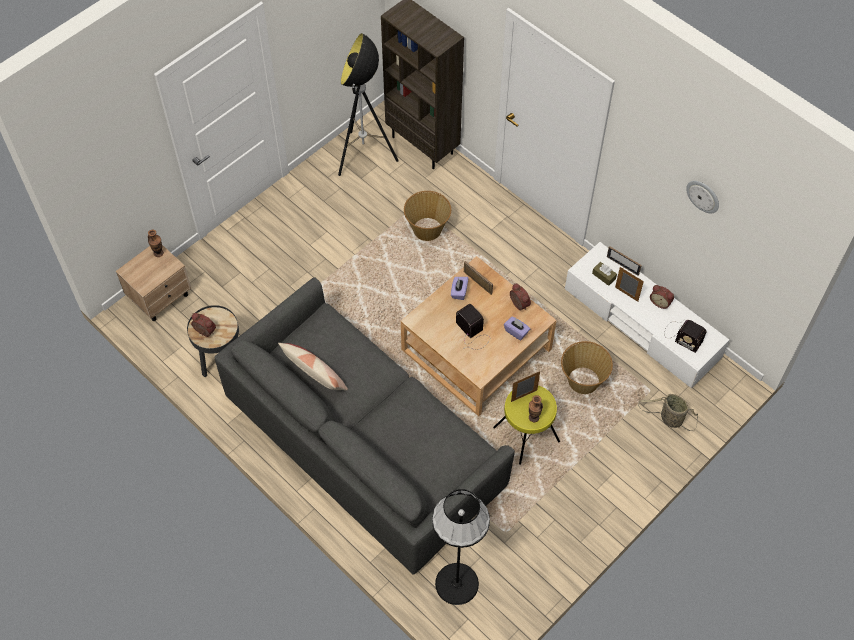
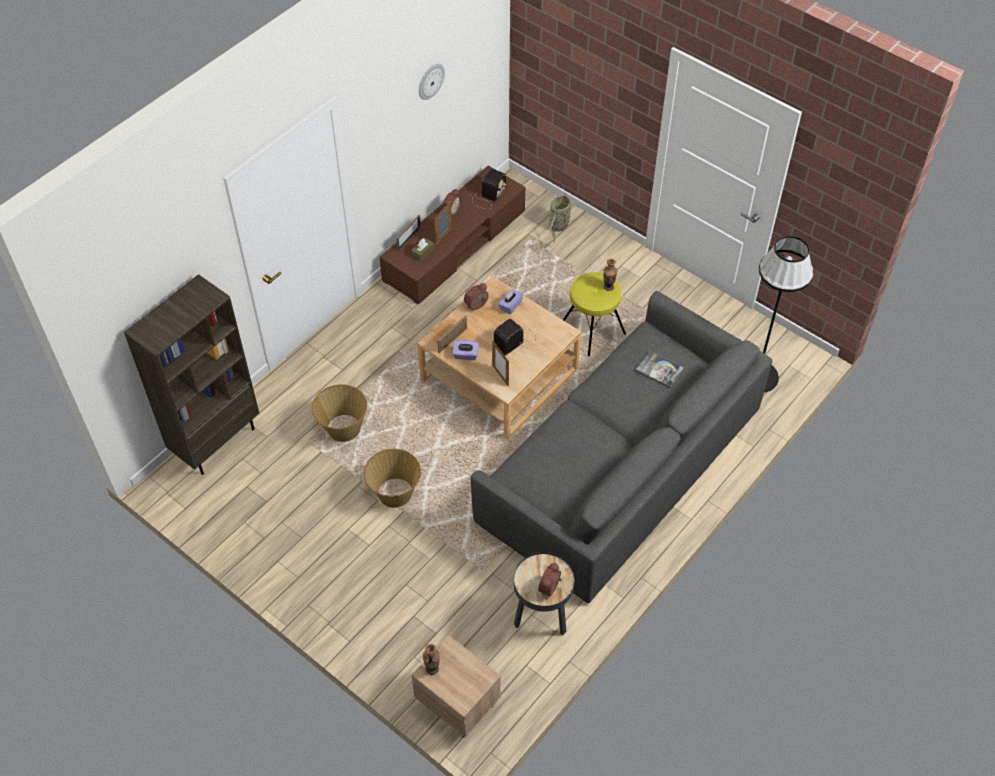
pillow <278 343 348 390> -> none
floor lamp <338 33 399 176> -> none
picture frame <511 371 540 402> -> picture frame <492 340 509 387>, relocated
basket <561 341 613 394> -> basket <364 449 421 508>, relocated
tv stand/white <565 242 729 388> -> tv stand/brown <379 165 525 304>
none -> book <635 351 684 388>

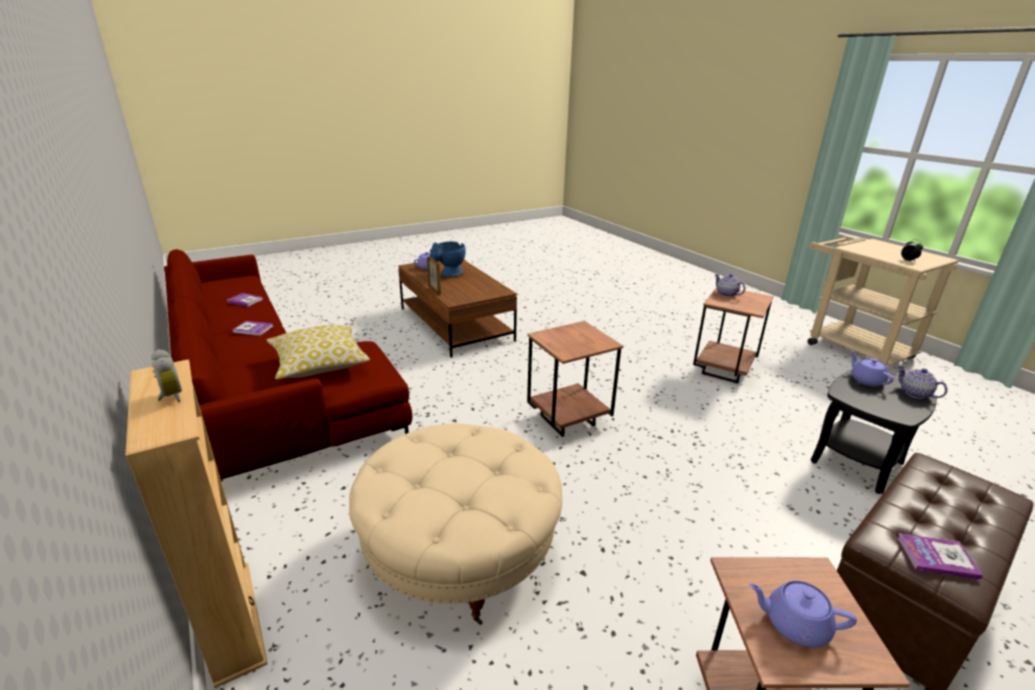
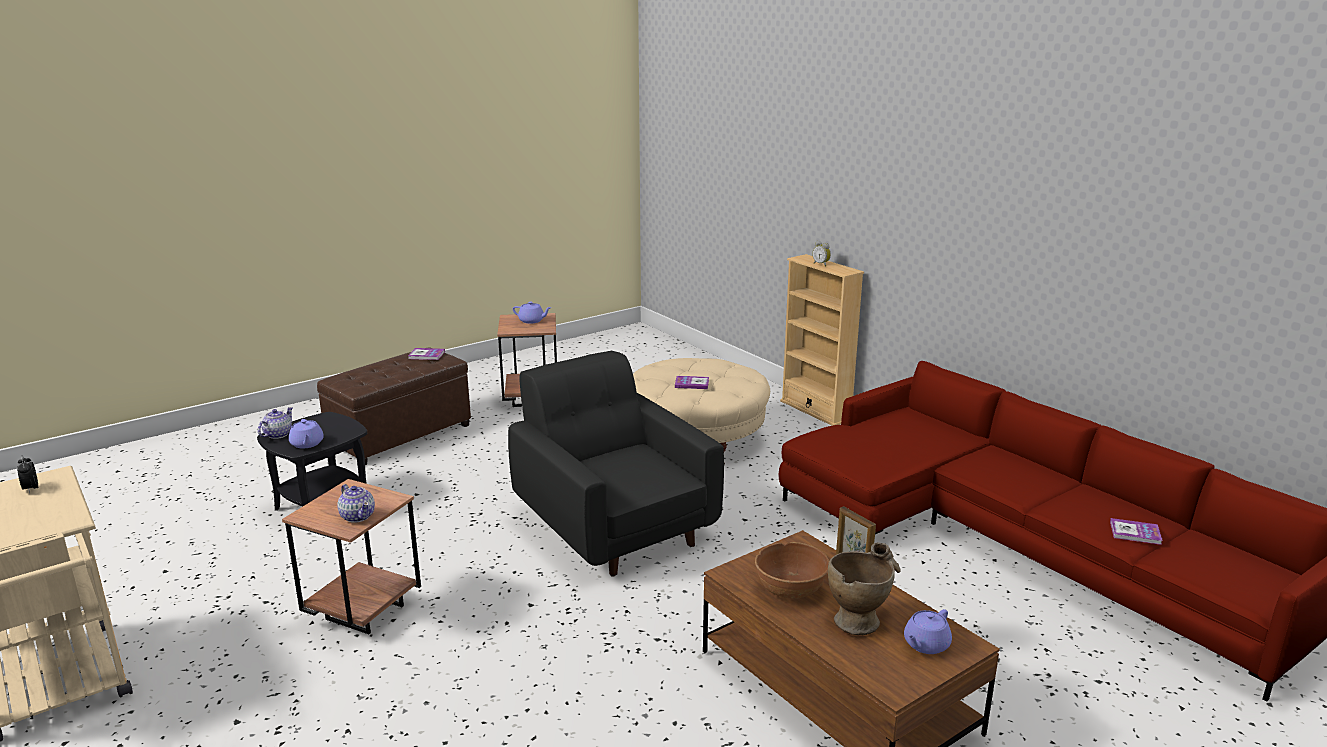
book <233 321 274 336> -> book <675 376 709 389>, relocated
pillow <267 325 370 379> -> none
vase/blue <430 241 466 277> -> vase/beige <828 542 901 635>
side table/brown <527 321 623 437> -> armchair/black <508 351 724 577>
teapot <897 365 948 399> -> teapot <258 407 293 439>, 120 degrees counterclockwise
none -> bowl/brown <755 542 829 599>

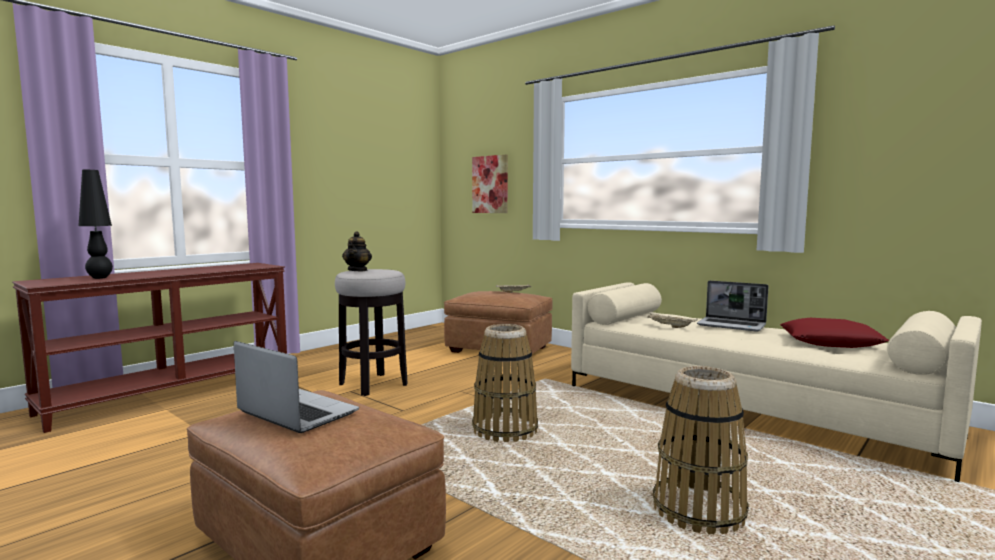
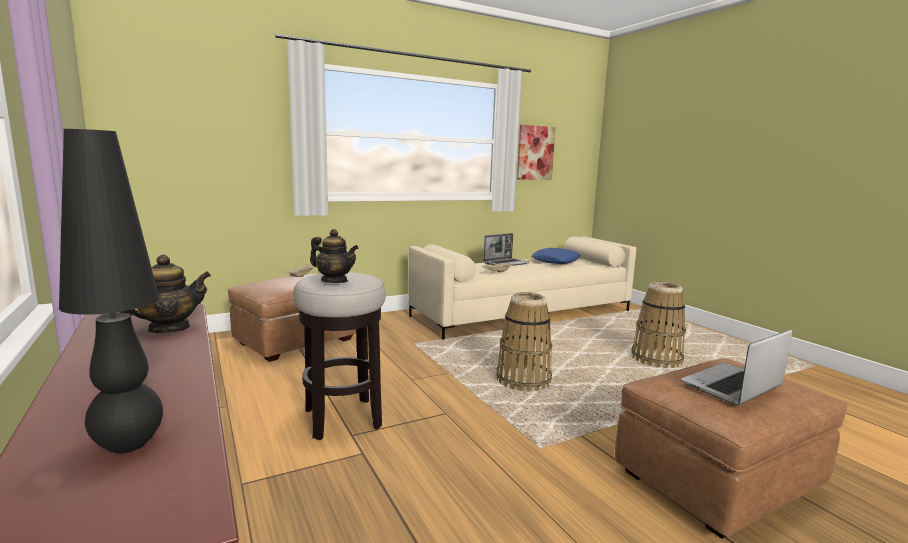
picture <472 155 508 213> -> picture <517 125 556 180>, relocated
pillow/red <780 318 889 348> -> pillow/blue <531 248 580 264>
none -> teapot <120 254 211 333>

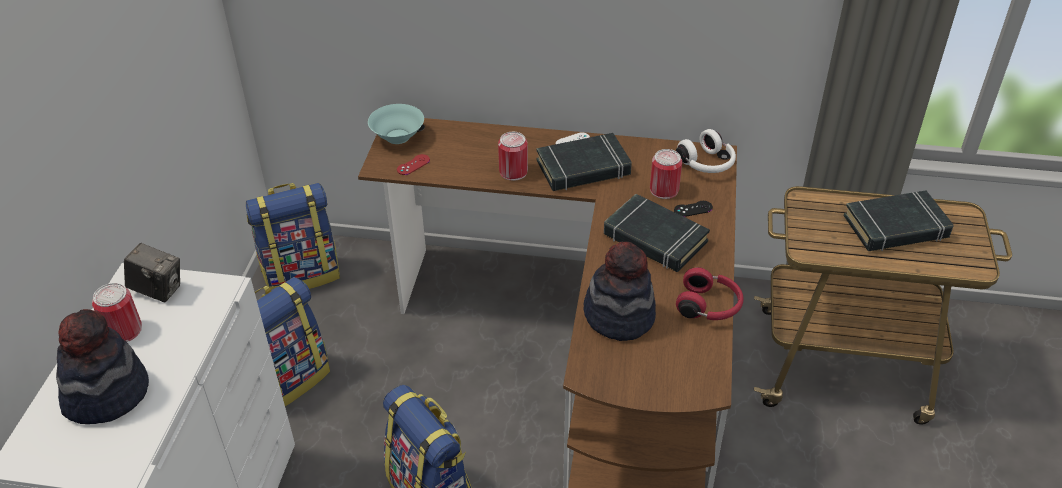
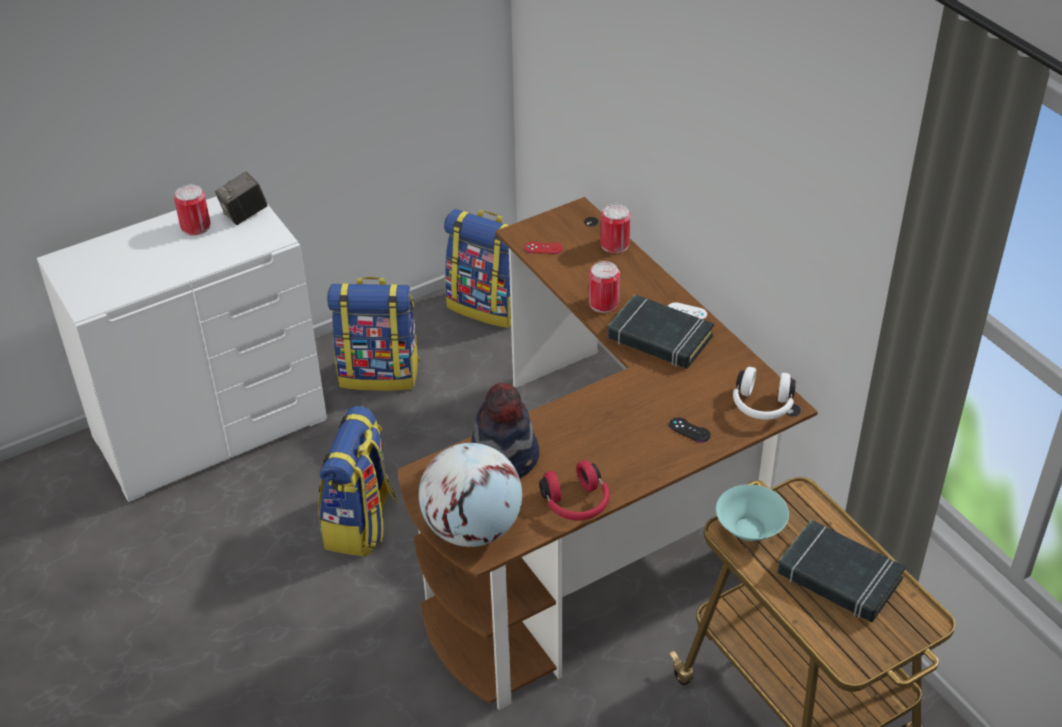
hat <56 309 149 424> -> none
photo camera <124 243 180 302> -> photo camera <215 172 268 225>, 75 degrees clockwise
bowl/turquoise <368 104 424 144> -> bowl/turquoise <716 484 789 541>, relocated
book/black <604 194 710 272> -> none
can <650 149 682 199> -> can <601 204 631 253>, relocated
none -> globe <419 443 522 547>

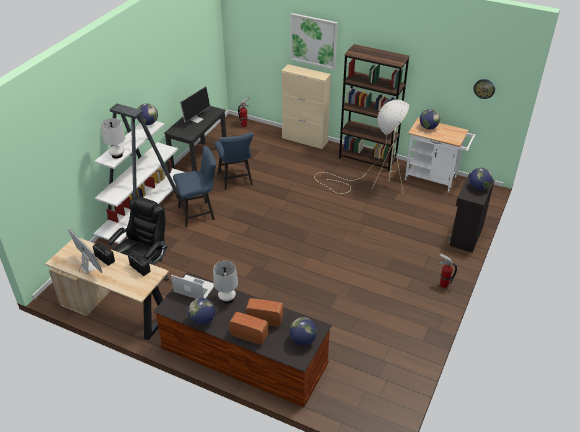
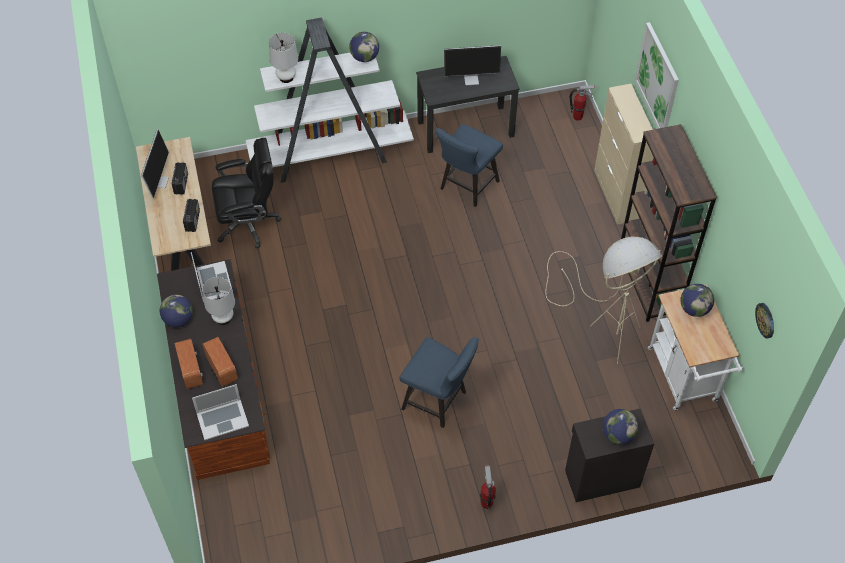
chair/blue <173 146 216 227> -> chair/blue <399 337 479 428>, relocated
globe <289 317 317 346> -> laptop <192 384 249 440>

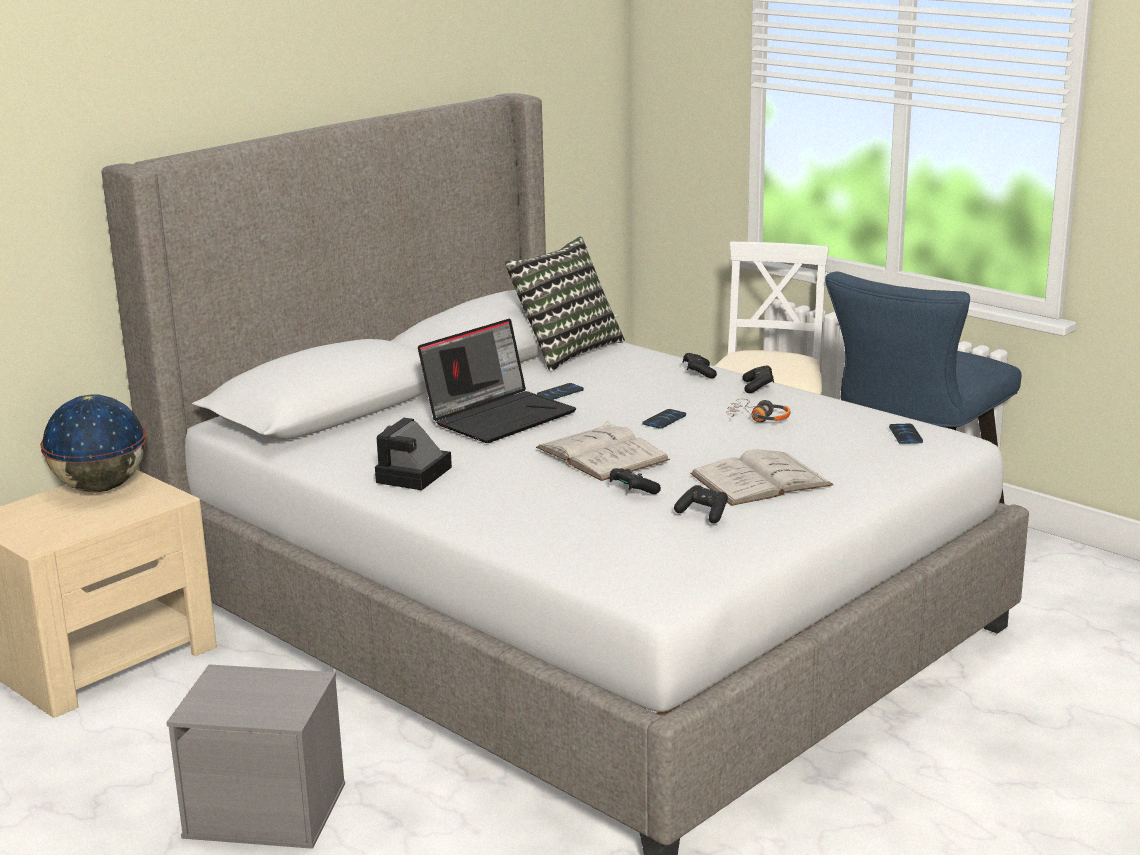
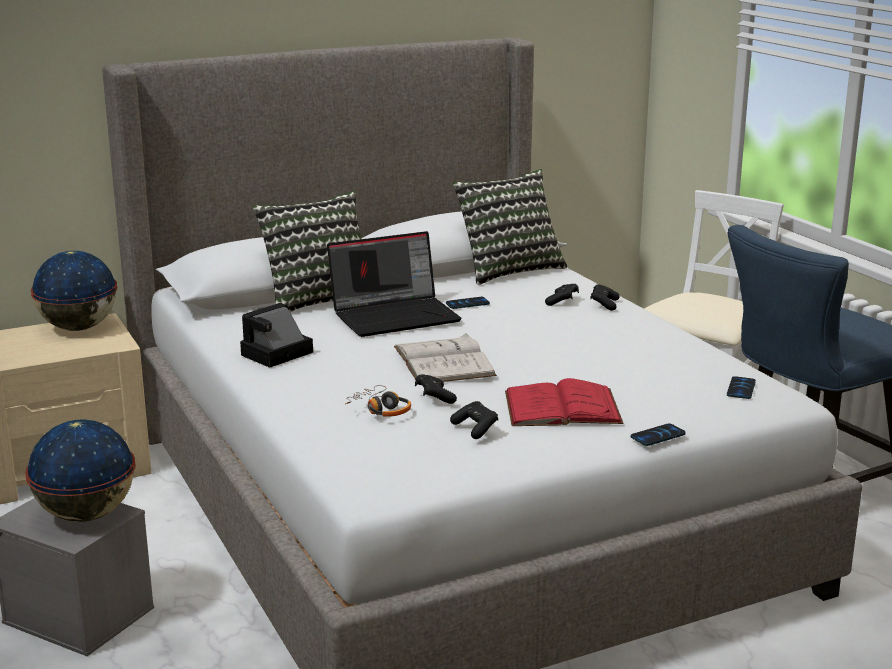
phone <642 409 686 429> -> phone <631 423 686 446>, relocated
book/white <690 450 833 506> -> book/red <505 378 623 426>
headphones <726 399 791 422> -> headphones <345 385 411 417>, relocated
game controller/black <742 366 774 393> -> game controller/black <545 284 579 306>, relocated
none -> globe <25 420 136 522>
none -> pillow <253 191 361 312>

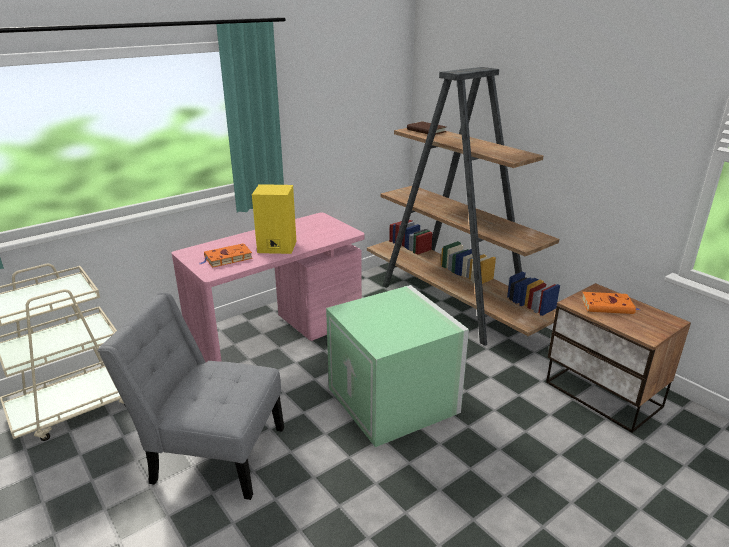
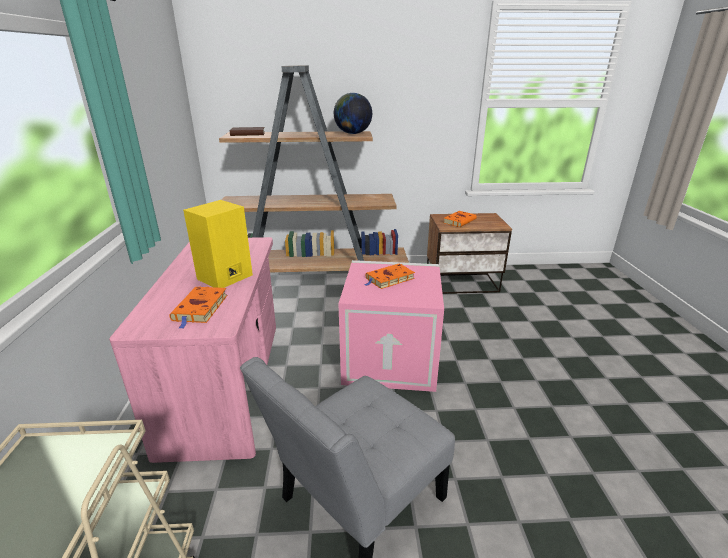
storage box/green <326 285 469 447> -> storage box/pink <338 260 444 392>
none -> globe <334 93 372 134>
none -> book/orange <364 263 415 289>

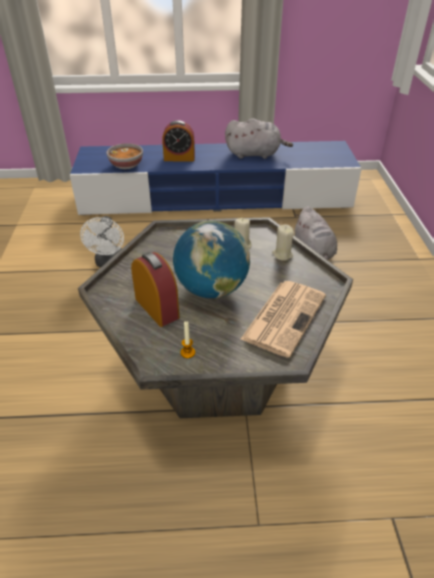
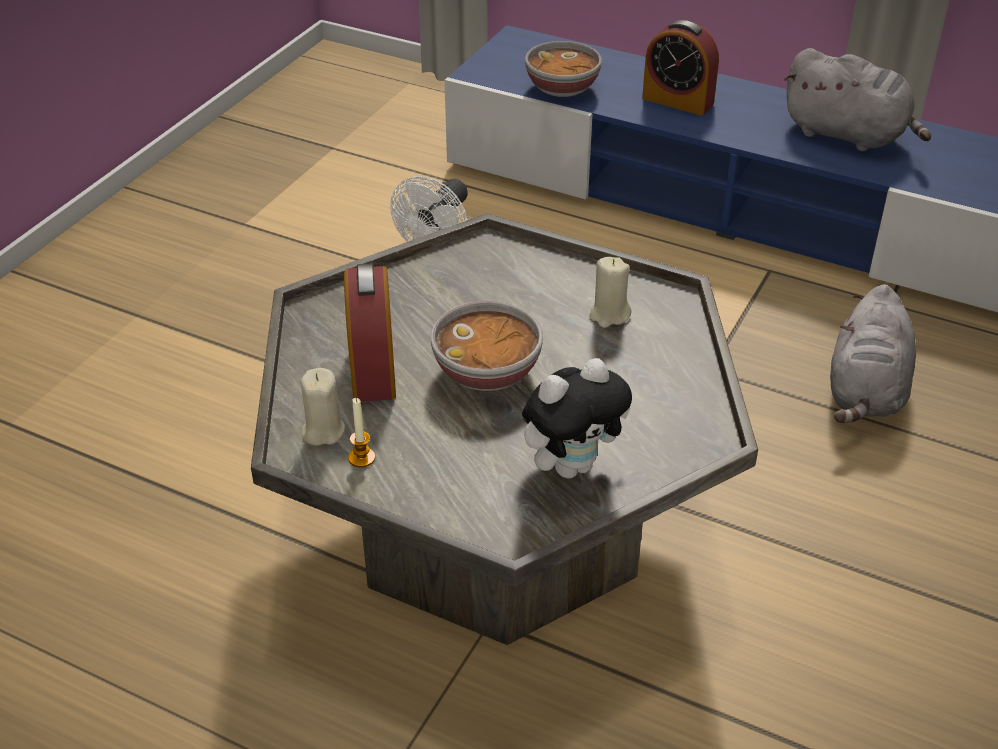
globe <173 221 250 298> -> bowl <431 301 543 391>
newspaper <240 281 326 358> -> plush toy <522 358 632 478>
candle/beige <272 224 294 261> -> candle/beige <300 368 345 446>, relocated

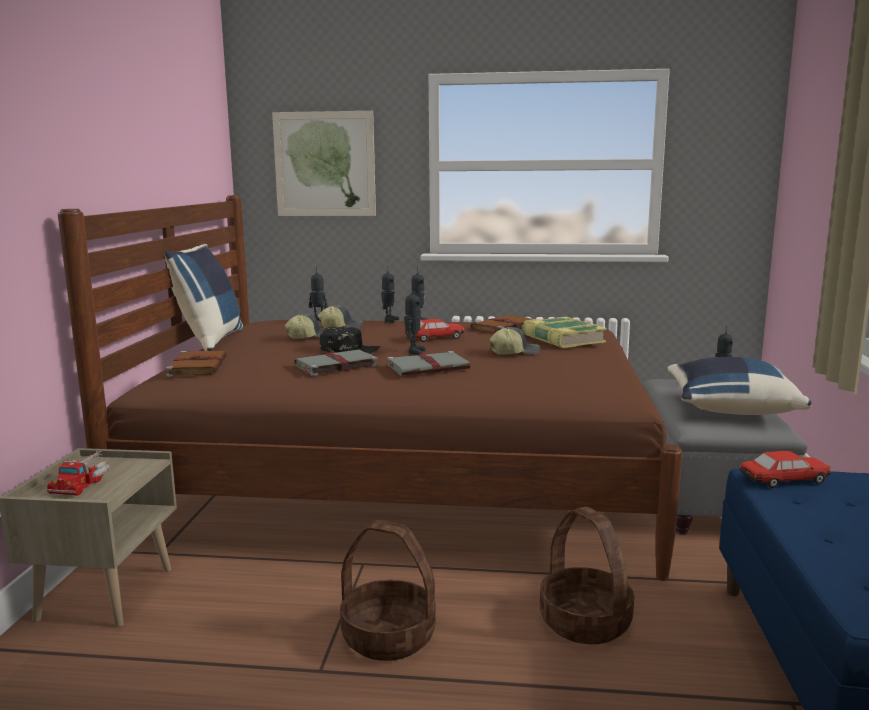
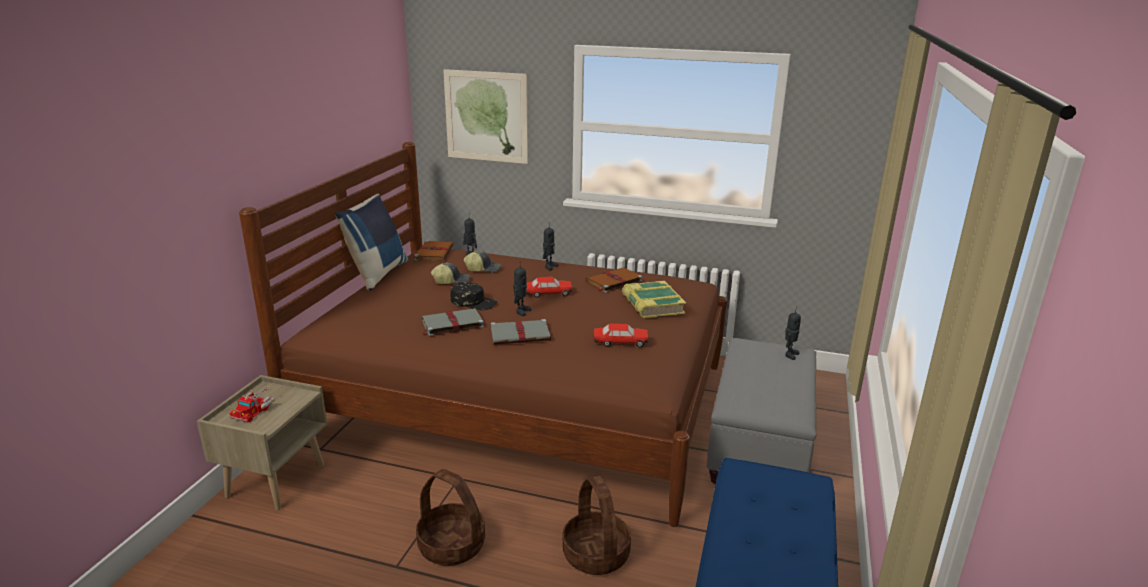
book/brown <166 350 227 377> -> book/brown <414 240 454 261>, relocated
toy robot <381 266 399 323> -> none
cap <489 327 541 355> -> none
pillow/blue <667 357 812 415> -> none
toy car <740 451 831 488> -> toy car <593 323 648 347>, relocated

